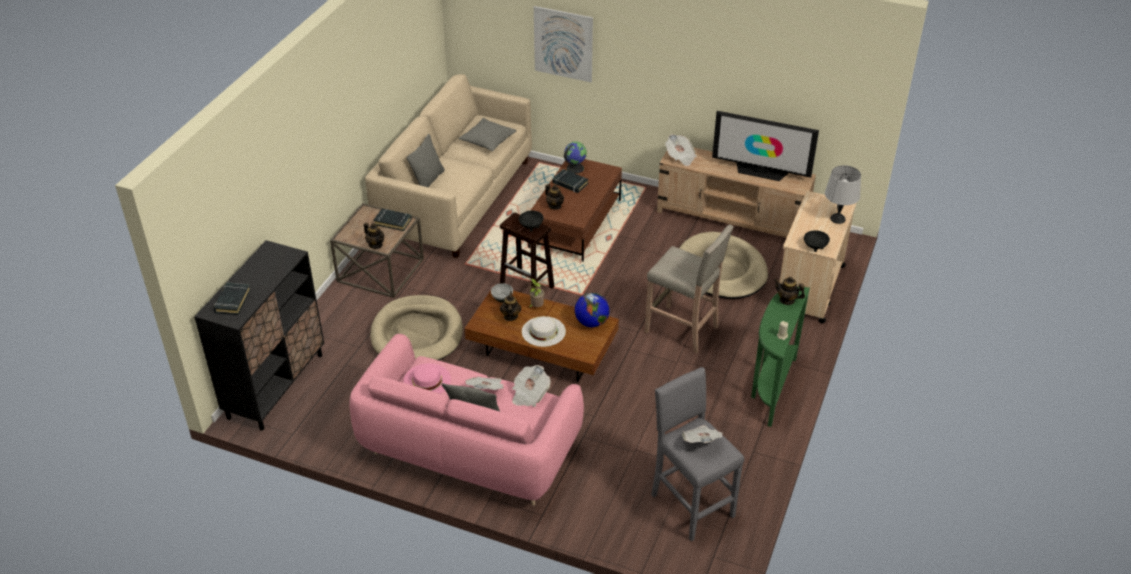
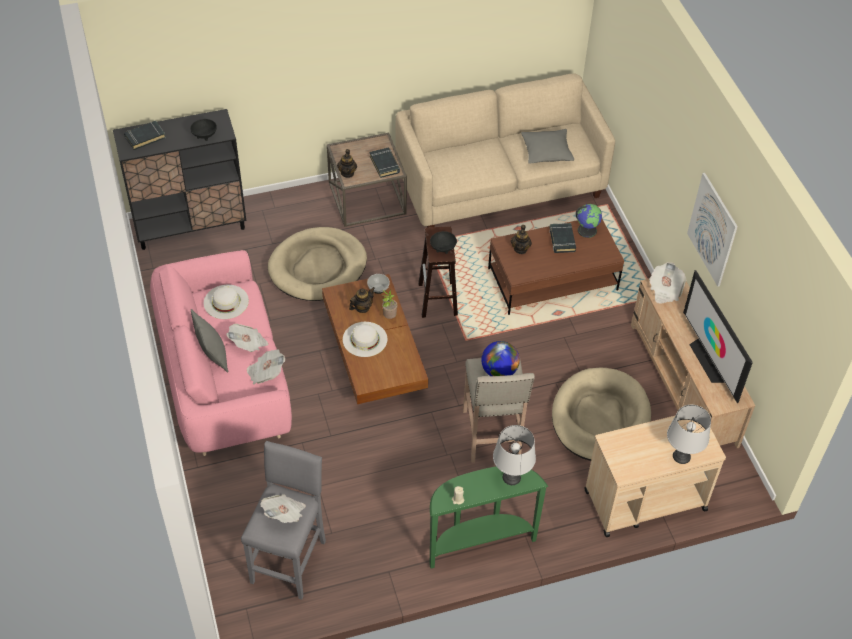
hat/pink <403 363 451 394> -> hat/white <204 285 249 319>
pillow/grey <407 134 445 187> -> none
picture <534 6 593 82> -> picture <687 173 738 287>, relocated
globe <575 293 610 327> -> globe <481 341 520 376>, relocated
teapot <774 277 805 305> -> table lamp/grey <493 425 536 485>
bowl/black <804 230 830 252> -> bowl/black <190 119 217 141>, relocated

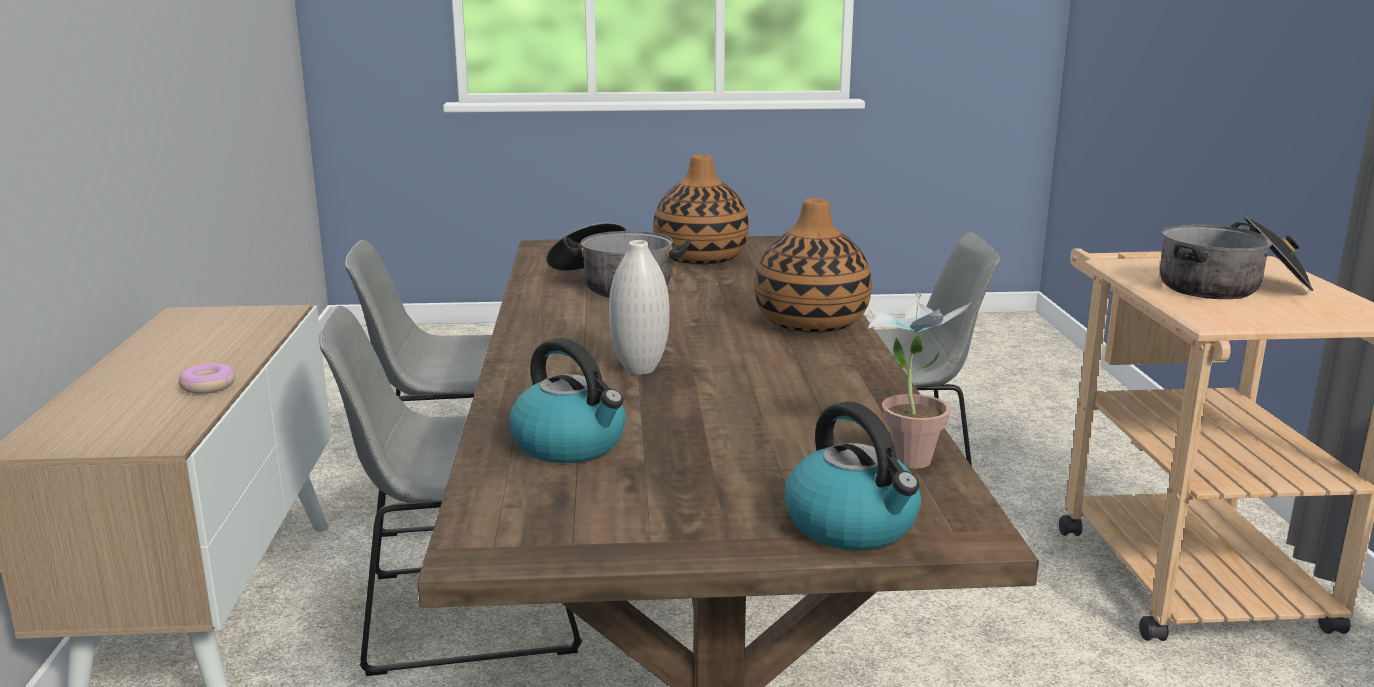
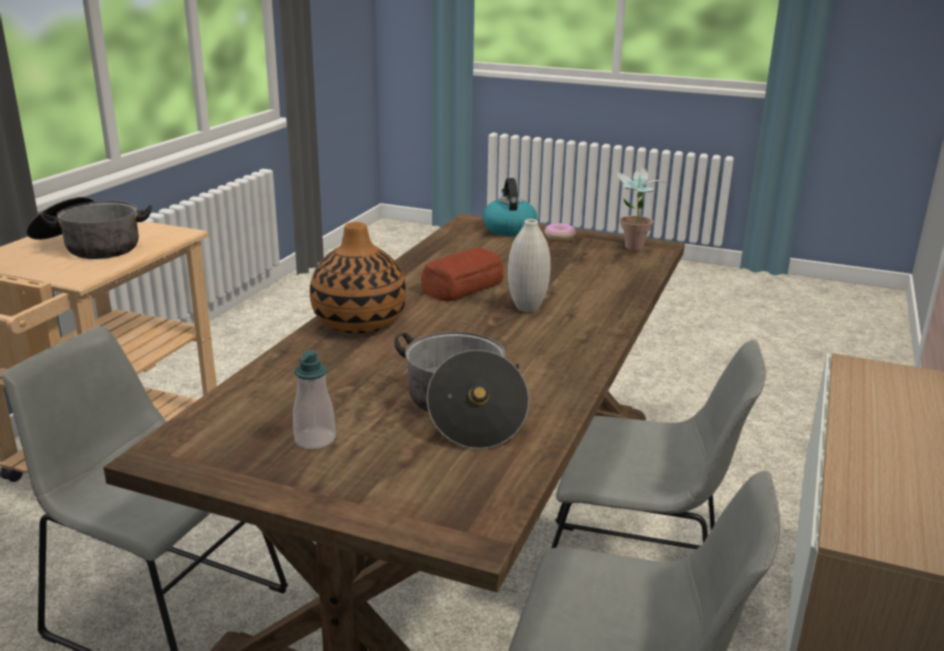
donut <178 363 235 394> -> donut <544 223 576 240>, relocated
kettle <509 338 626 463> -> none
vase <653 154 749 265> -> soap dispenser <293 350 336 449>
potted plant <868 292 972 469> -> potted plant <614 164 667 250>, relocated
none -> bread <421 247 504 302>

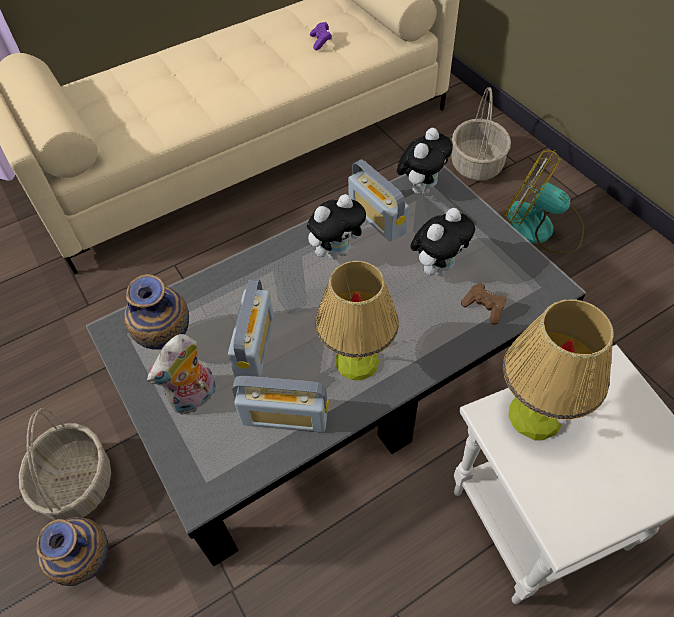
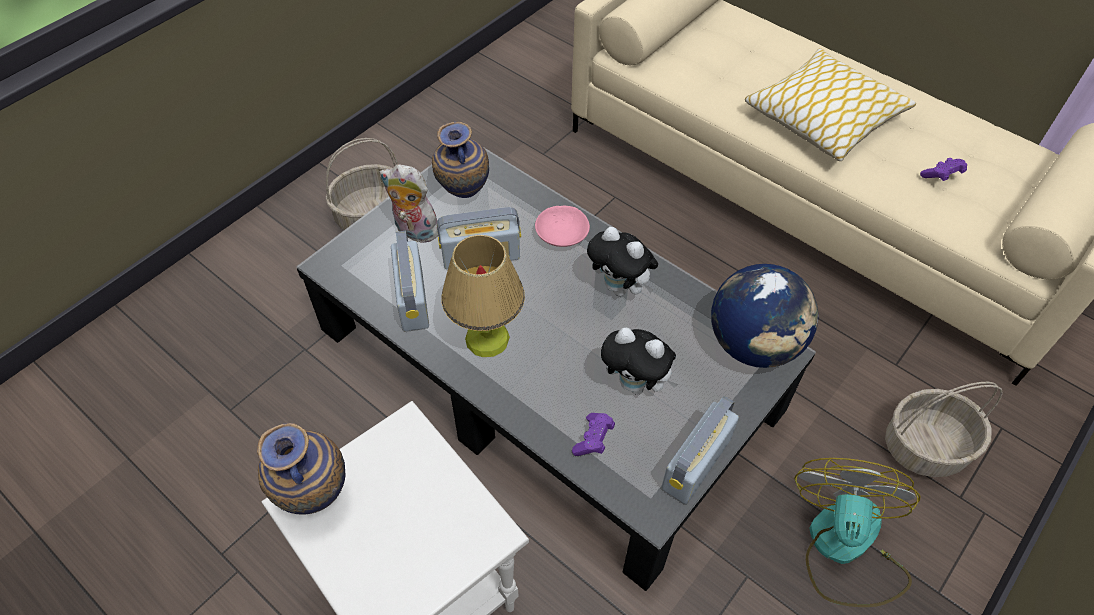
vase <36 517 108 586> -> vase <257 423 346 515>, relocated
radio <348 160 409 242> -> radio <661 396 739 504>, relocated
plush toy <397 128 453 195> -> globe <711 264 818 368>
game controller/brown <461 283 506 325> -> game controller/purple <572 413 615 456>
table lamp <503 299 614 440> -> none
none -> bowl/pink <535 206 590 247>
none -> pillow <745 48 916 161>

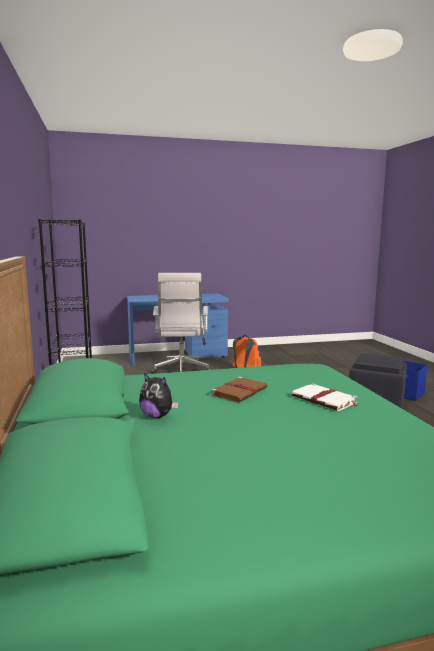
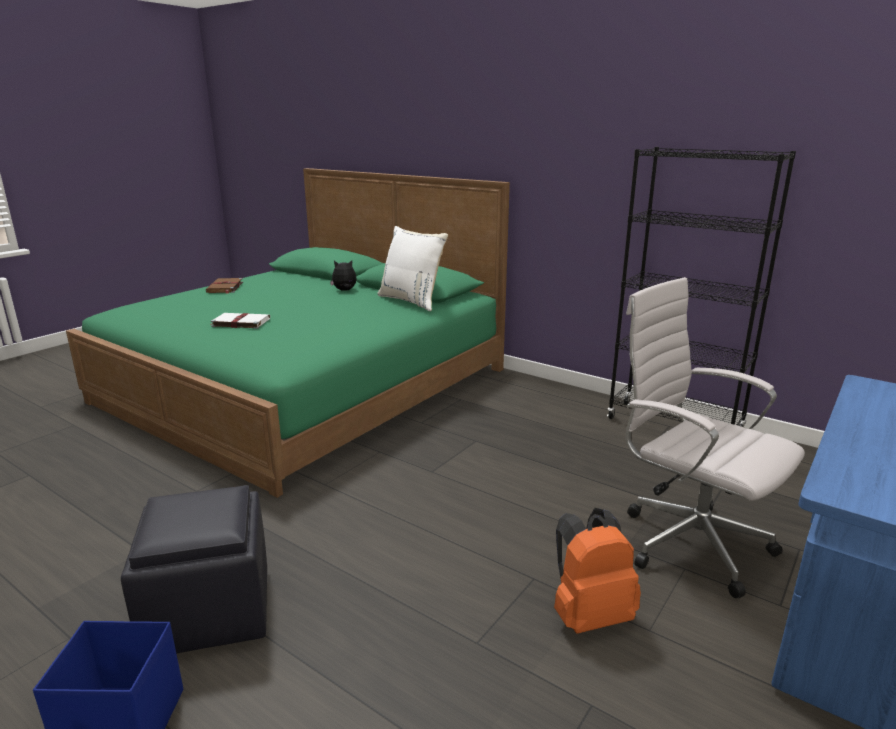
book/brown <211 377 267 402> -> book/brown <206 278 243 294>, relocated
none -> pillow/white <378 226 448 311>

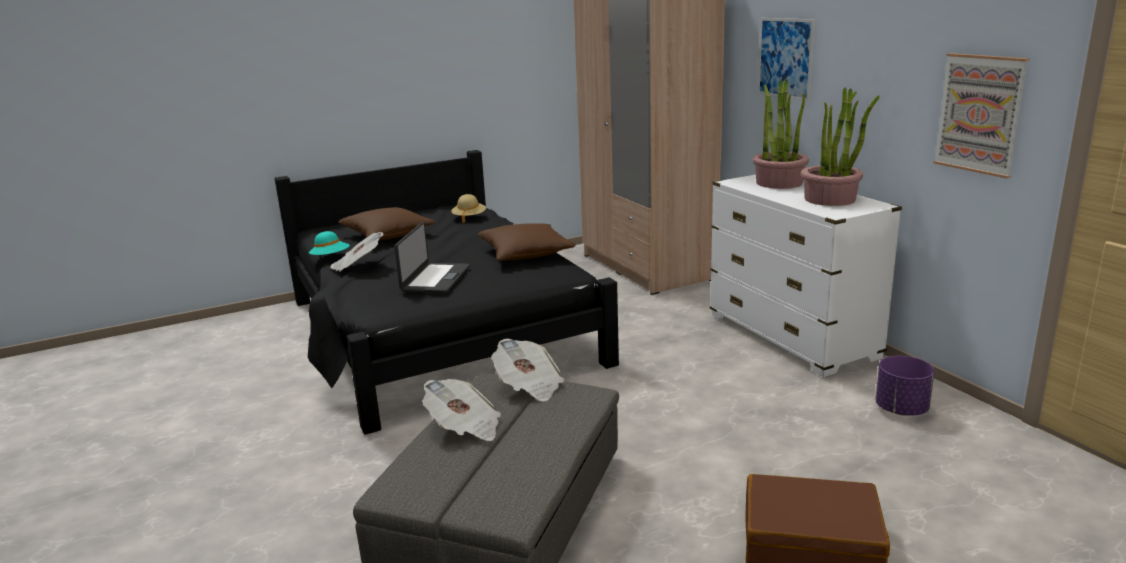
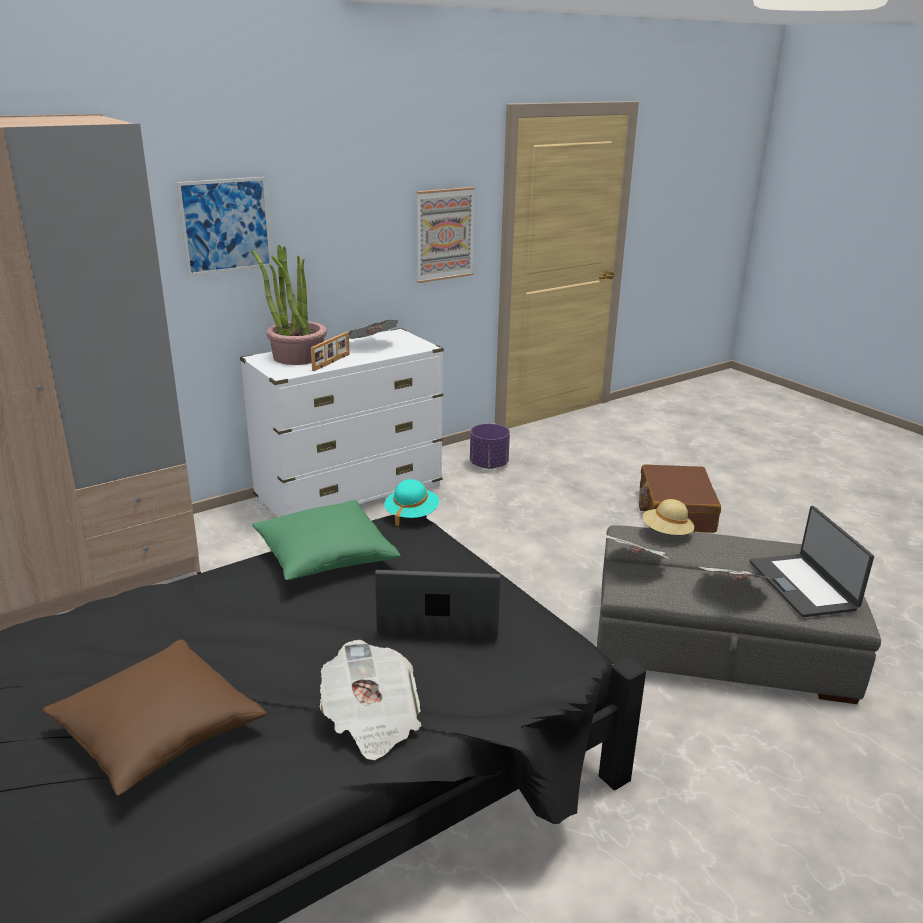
hat/turquoise <309 231 350 255> -> hat/turquoise <384 479 439 527>, relocated
hat/beige <451 194 486 223> -> hat/beige <643 499 694 535>, relocated
pillow/brown <478 223 575 261> -> pillow/green <252 500 401 580>
potted plant <801 87 880 206> -> newspaper <349 320 398 339>
none -> picture frame <311 332 350 371>
none -> laptop <750 506 874 617>

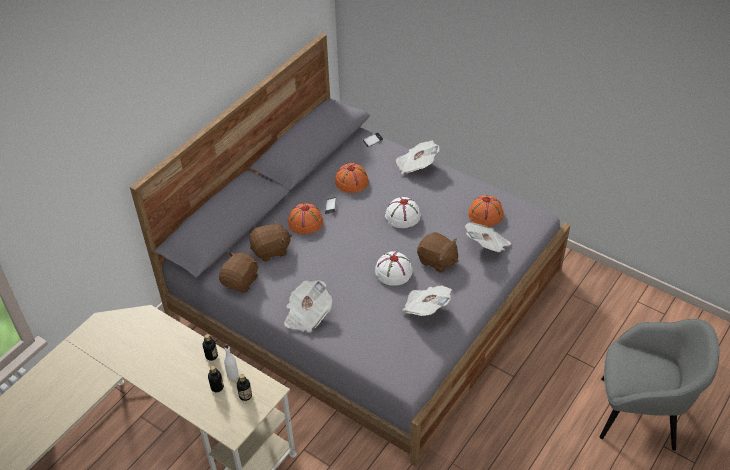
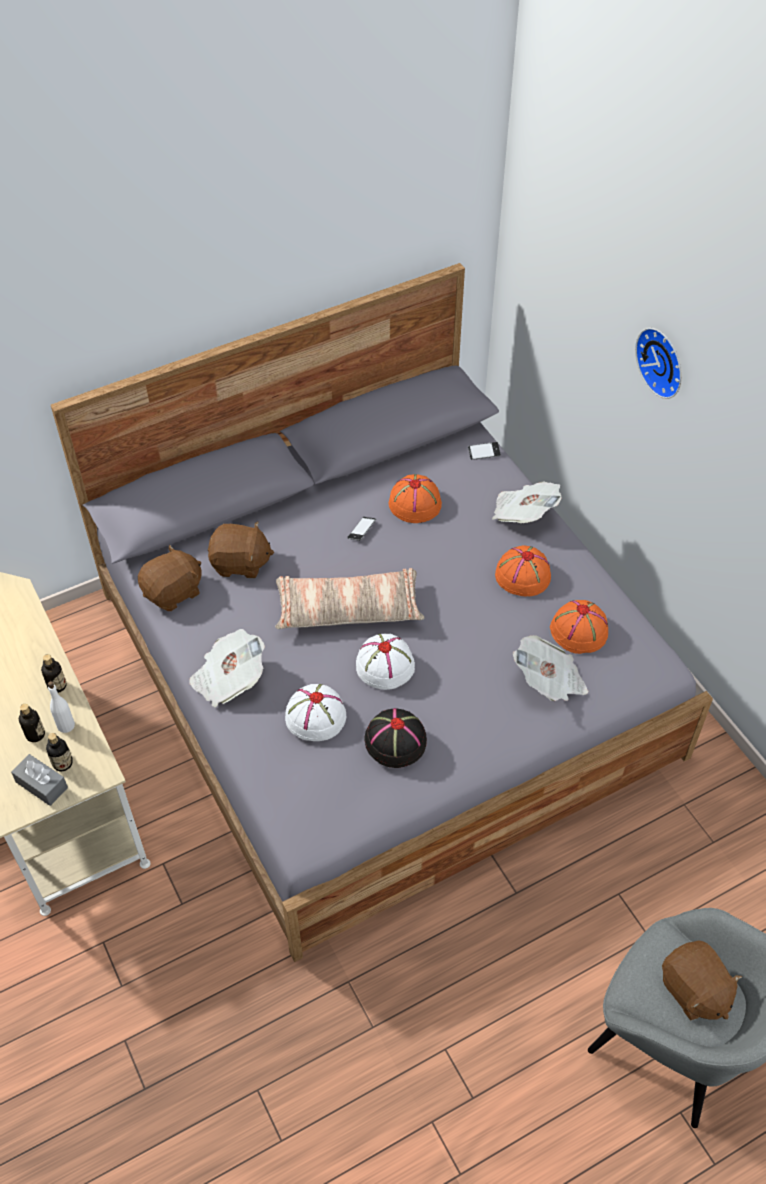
hat/orange <288 203 323 234> -> hat/orange <495 545 551 597>, relocated
hat/white <385 197 420 228> -> hat/white <285 684 346 741>, relocated
newspaper <402 285 452 316> -> hat/black <364 708 427 768>
plush toy/brown <417 232 459 273> -> plush toy/brown <662 940 742 1020>, relocated
none -> tissue box/grey <11 754 68 806>
none -> pillow <275 568 425 629>
none -> wall clock <635 328 682 399>

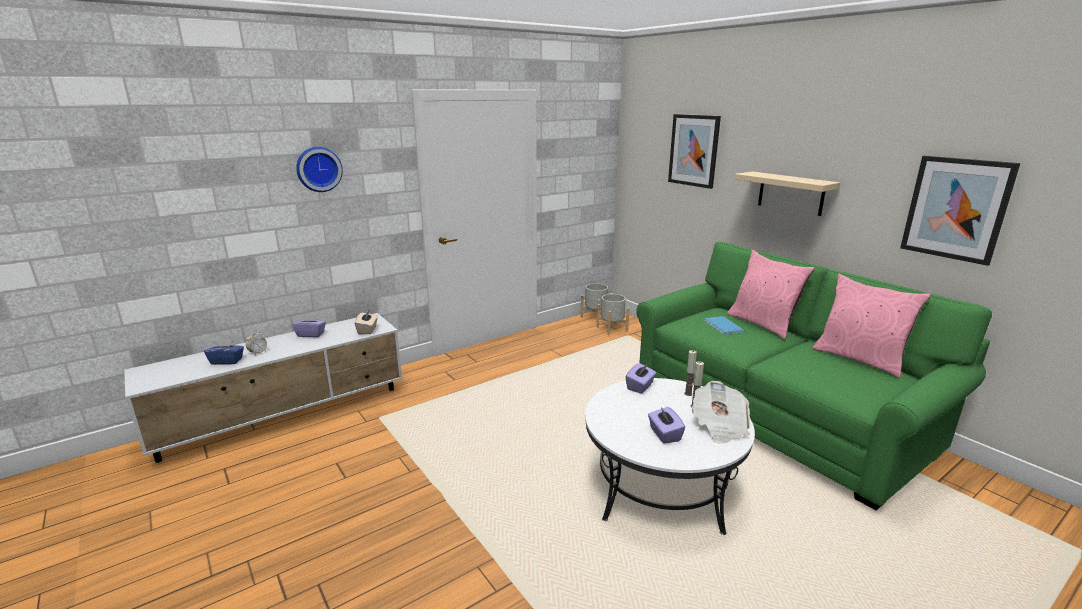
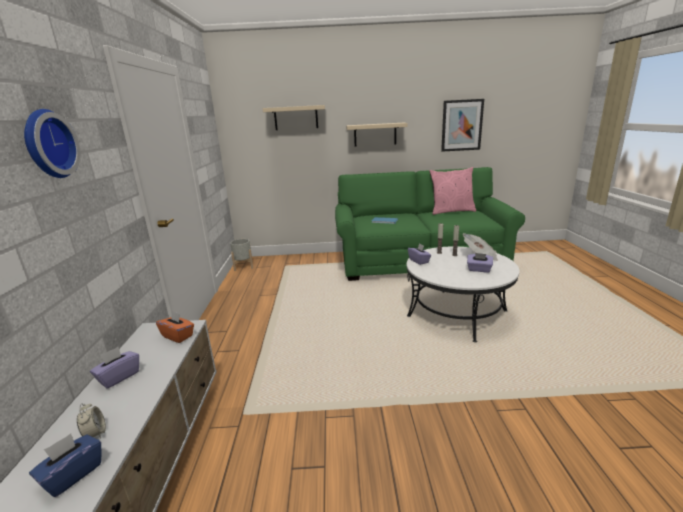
tissue box/beige <354 310 378 334> -> tissue box/orange <156 311 194 343>
planter/grey <596 294 629 335> -> none
picture <668 114 721 189> -> shelf/beige <263 105 325 130>
pillow/pink <727 250 815 340> -> none

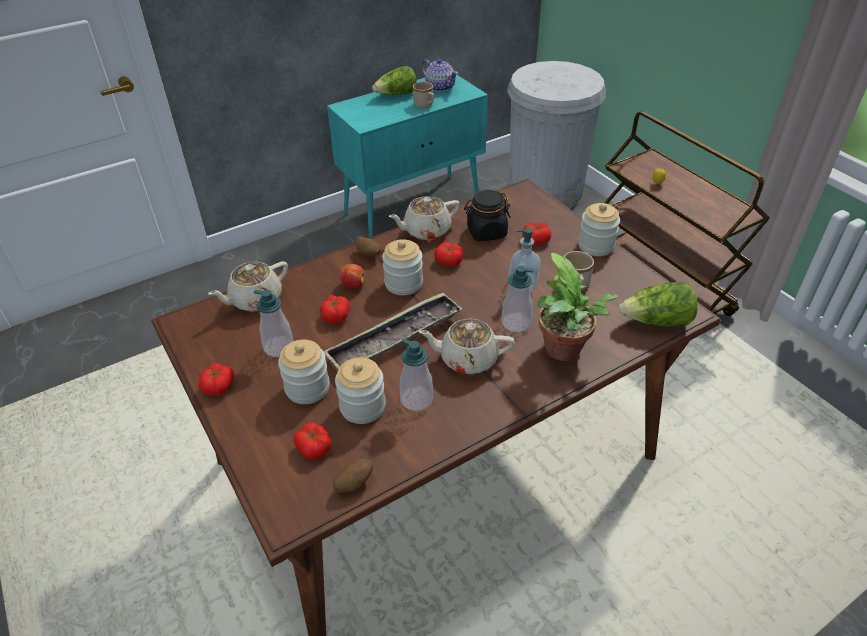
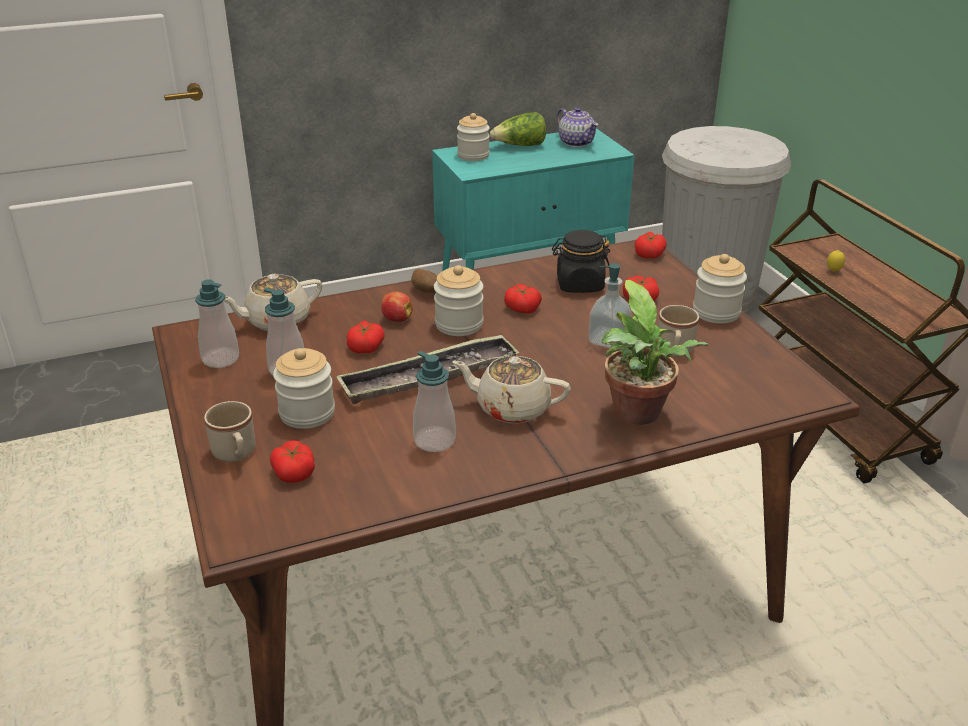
tomato <199 363 234 396> -> tomato <635 232 667 259>, relocated
potato <333 458 373 493> -> none
jar <335 357 386 424> -> jar <457 113 490 161>, relocated
teapot/beige <388 196 460 240> -> none
mug/beige <413 82 434 108> -> mug/beige <204 401 256 462>, relocated
soap dispenser <502 266 534 332> -> soap dispenser <195 279 239 368>, relocated
lettuce <619 282 698 326> -> none

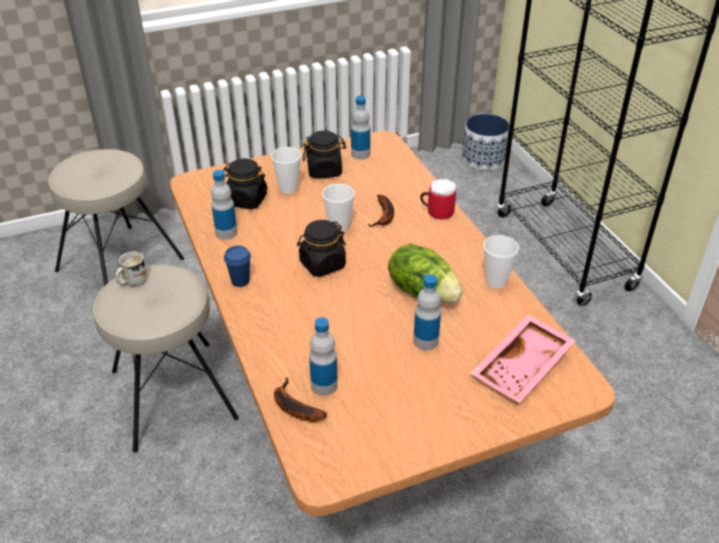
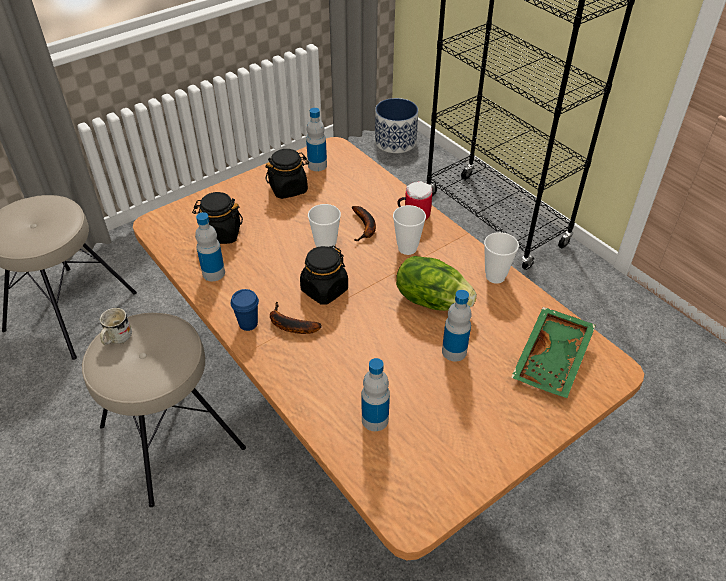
cup <271 147 301 194> -> cup <393 205 426 255>, relocated
banana <274 378 327 422> -> banana <270 302 322 334>, relocated
tray/pink <471 314 576 403> -> tray/green <511 307 596 398>

